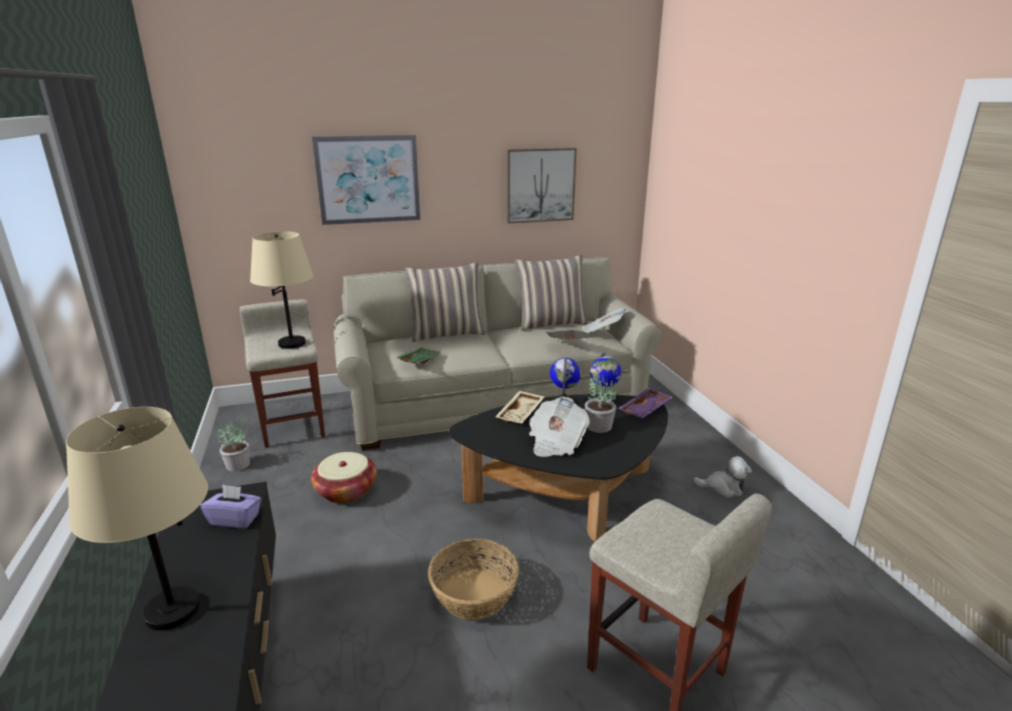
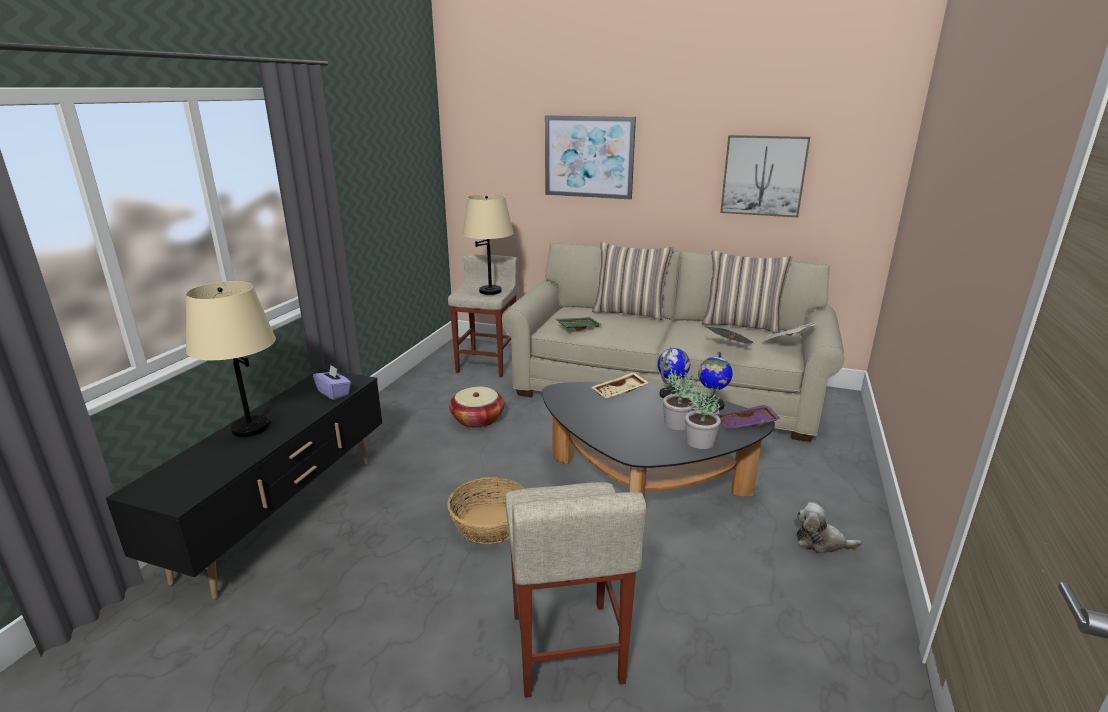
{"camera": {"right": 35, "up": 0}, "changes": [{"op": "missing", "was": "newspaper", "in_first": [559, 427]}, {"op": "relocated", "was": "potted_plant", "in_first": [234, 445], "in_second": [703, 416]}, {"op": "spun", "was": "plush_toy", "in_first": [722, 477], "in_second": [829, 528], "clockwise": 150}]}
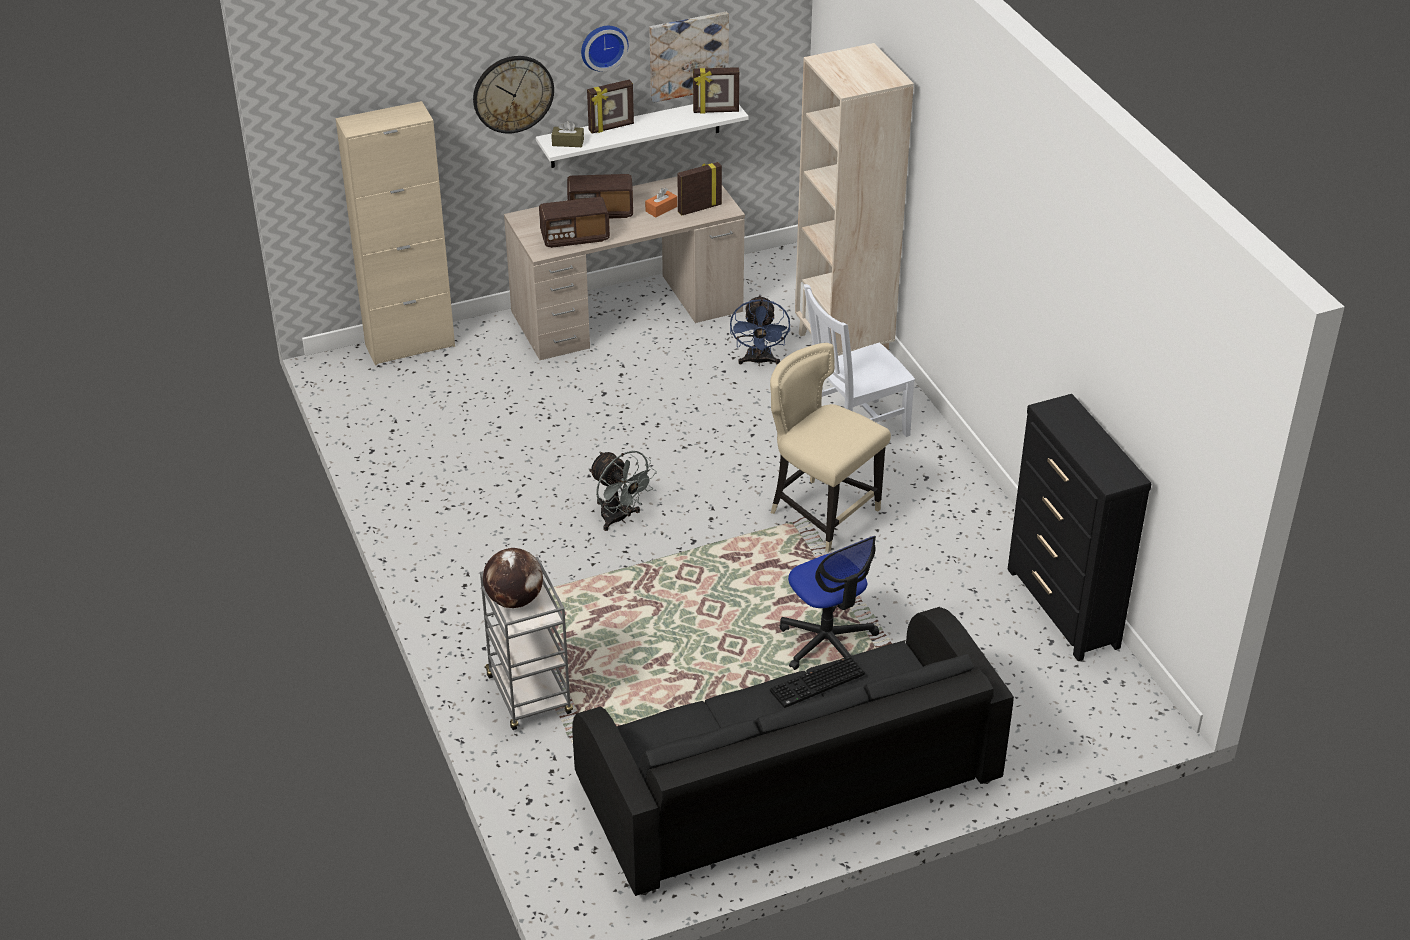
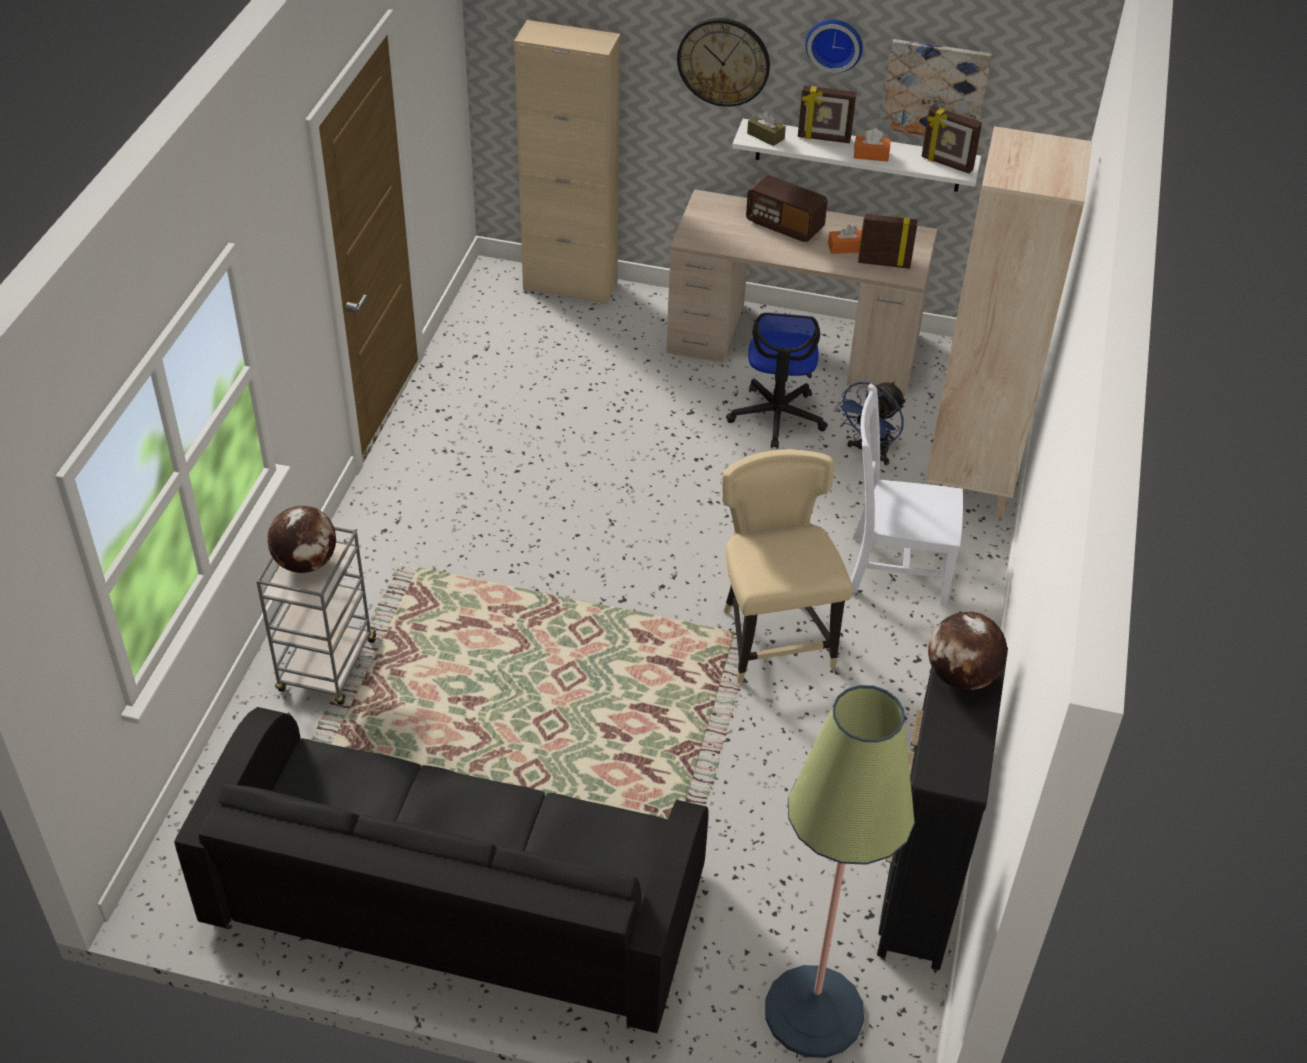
{"camera": {"right": 35, "up": 5}, "changes": [{"op": "missing", "was": "radio", "in_first": [574, 222]}, {"op": "missing", "was": "grey_fan", "in_first": [623, 491]}, {"op": "relocated", "was": "office_chair", "in_first": [829, 603], "in_second": [777, 381]}, {"op": "missing", "was": "keyboard", "in_first": [817, 682]}, {"op": "appeared", "now": "orange_tissue_box", "in_second": [872, 145]}, {"op": "appeared", "now": "globe", "in_second": [967, 651]}, {"op": "appeared", "now": "floor_lamp", "in_second": [840, 871]}]}
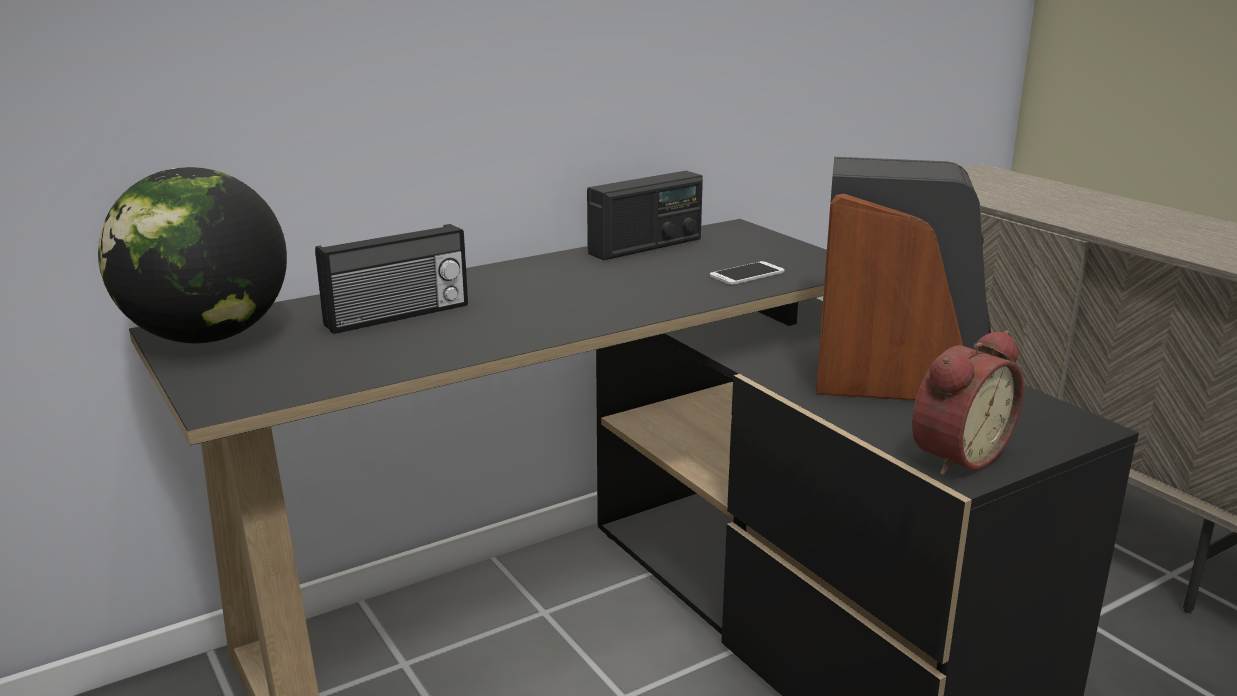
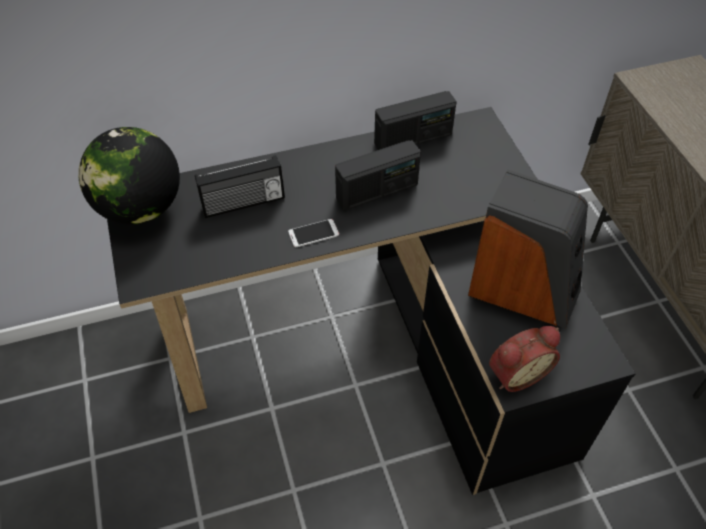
{"camera": {"right": 15, "up": 30}, "changes": [{"op": "relocated", "was": "phone", "in_first": [747, 273], "in_second": [313, 233]}, {"op": "appeared", "now": "radio", "in_second": [378, 175]}]}
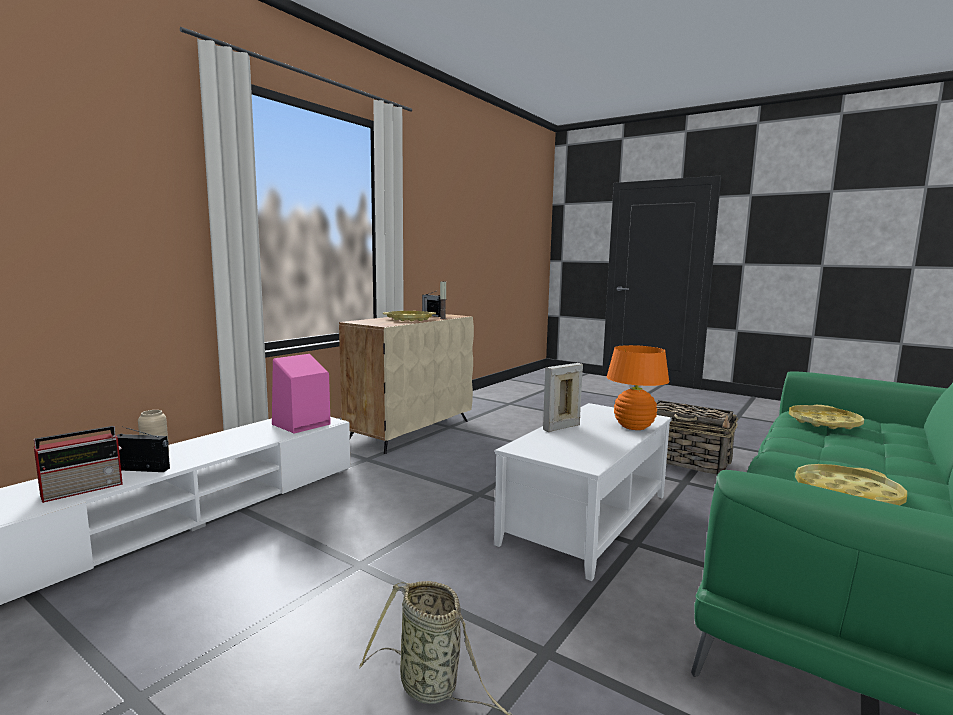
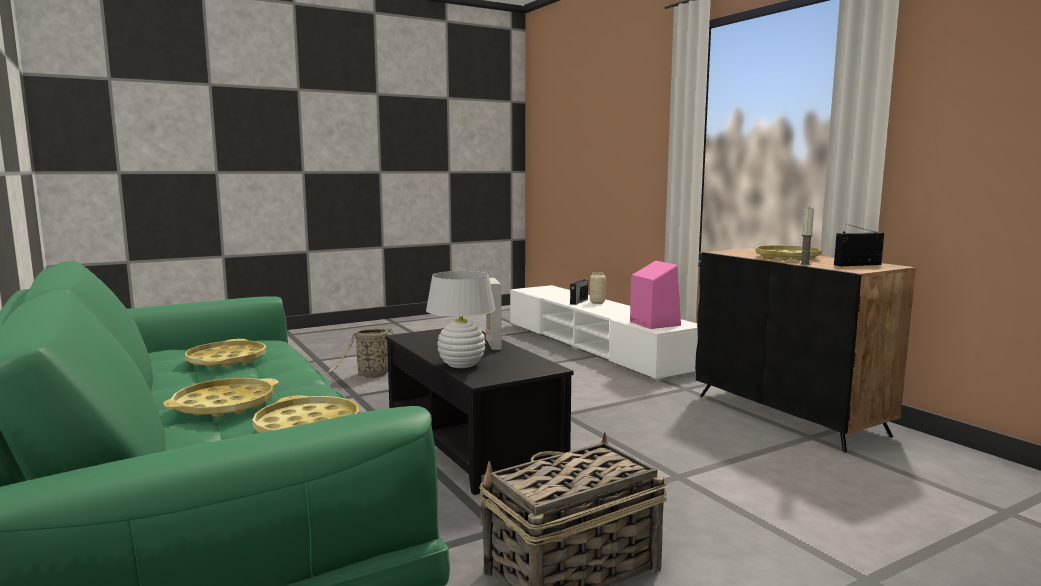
{"camera": {"right": 115, "up": 0}, "changes": [{"op": "colour", "was": "beige_cabinet", "now": "black_cabinet", "in_first": [406, 384], "in_second": [805, 350]}, {"op": "colour", "was": "orange_table_lamp", "now": "white_table_lamp", "in_first": [638, 387], "in_second": [461, 319]}, {"op": "colour", "was": "white_coffee_table", "now": "black_coffee_table", "in_first": [583, 492], "in_second": [479, 411]}, {"op": "missing", "was": "radio", "in_first": [78, 464]}, {"op": "appeared", "now": "yellow_tray", "in_second": [221, 397]}]}
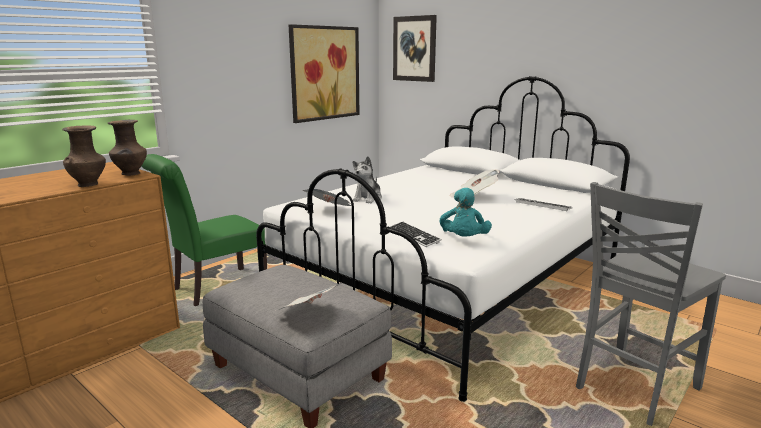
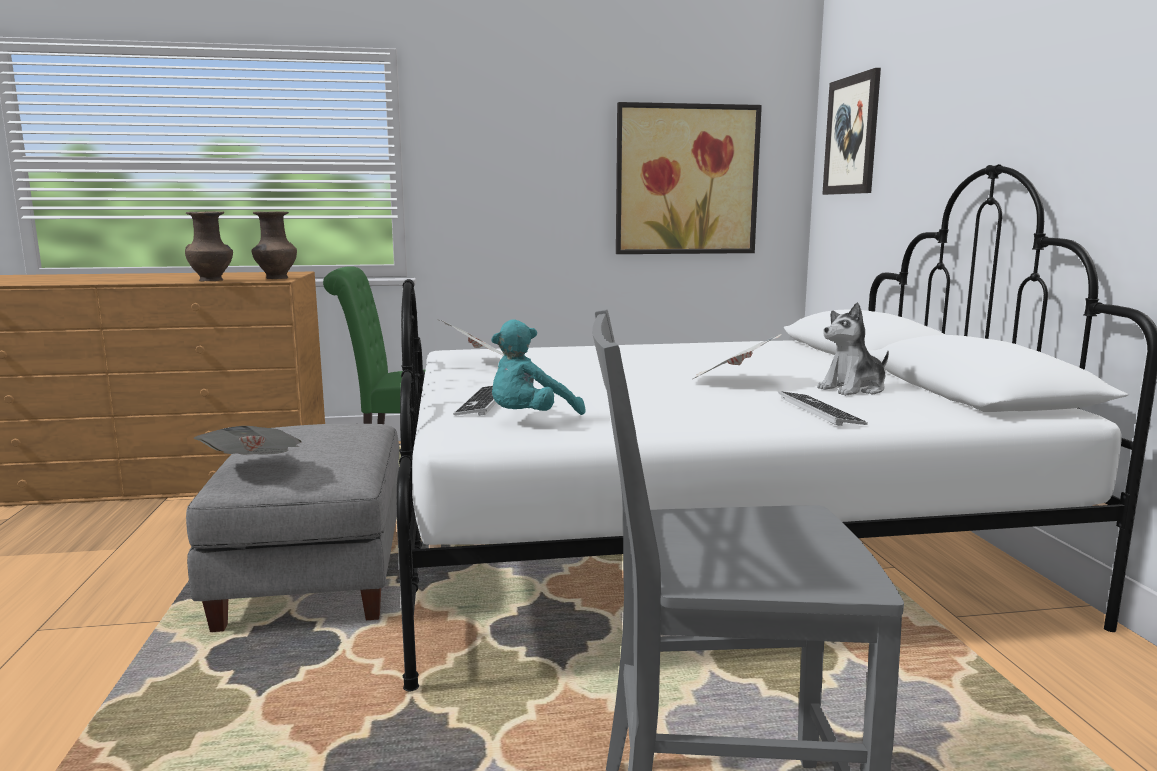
{"camera": {"right": 40, "up": -5}, "changes": [{"op": "relocated", "was": "plush_toy", "in_first": [367, 180], "in_second": [853, 349]}]}
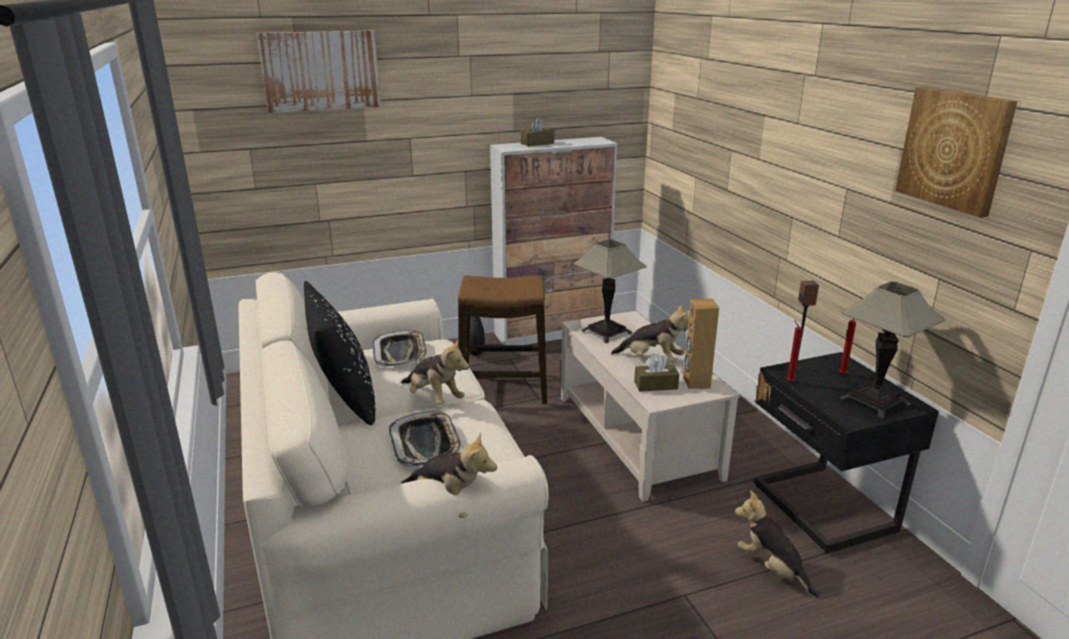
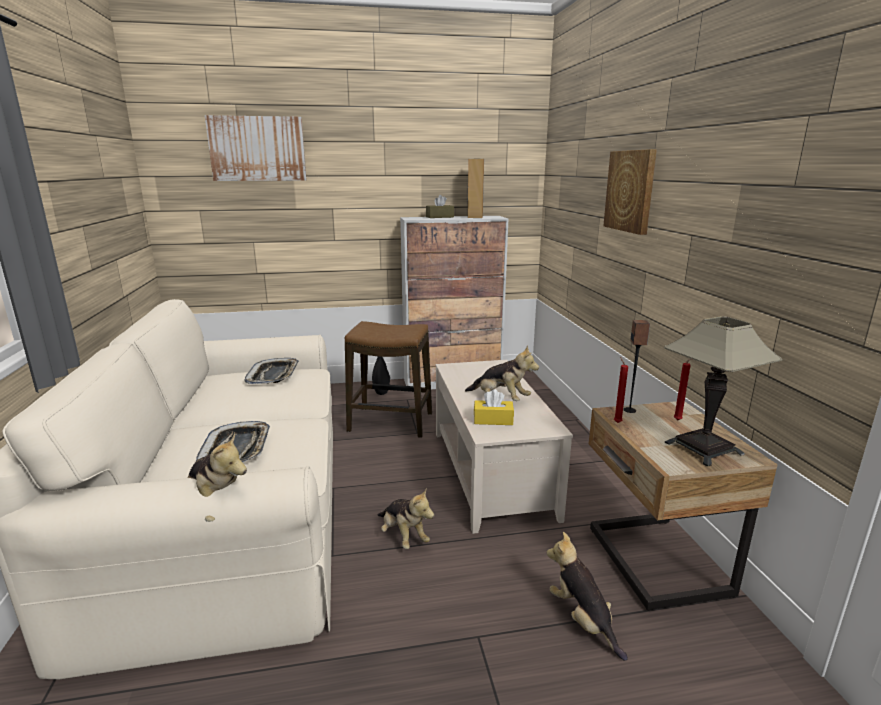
{"camera": {"right": 10, "up": -5}, "changes": [{"op": "relocated", "was": "picture", "in_first": [956, 152], "in_second": [630, 192]}, {"op": "missing", "was": "table_lamp", "in_first": [610, 291]}, {"op": "missing", "was": "black_pillow", "in_first": [339, 353]}, {"op": "relocated", "was": "brown_speaker", "in_first": [701, 344], "in_second": [475, 188]}, {"op": "relocated", "was": "plush_toy", "in_first": [435, 372], "in_second": [405, 519]}, {"op": "colour", "was": "black_nightstand", "now": "beige_nightstand", "in_first": [846, 452], "in_second": [683, 506]}, {"op": "colour", "was": "brown_tissue_box", "now": "yellow_tissue_box", "in_first": [656, 373], "in_second": [494, 407]}]}
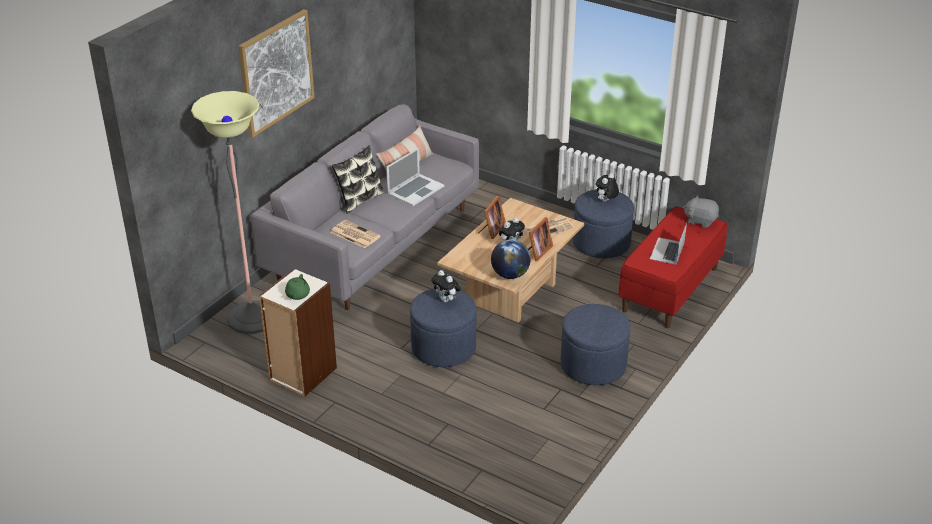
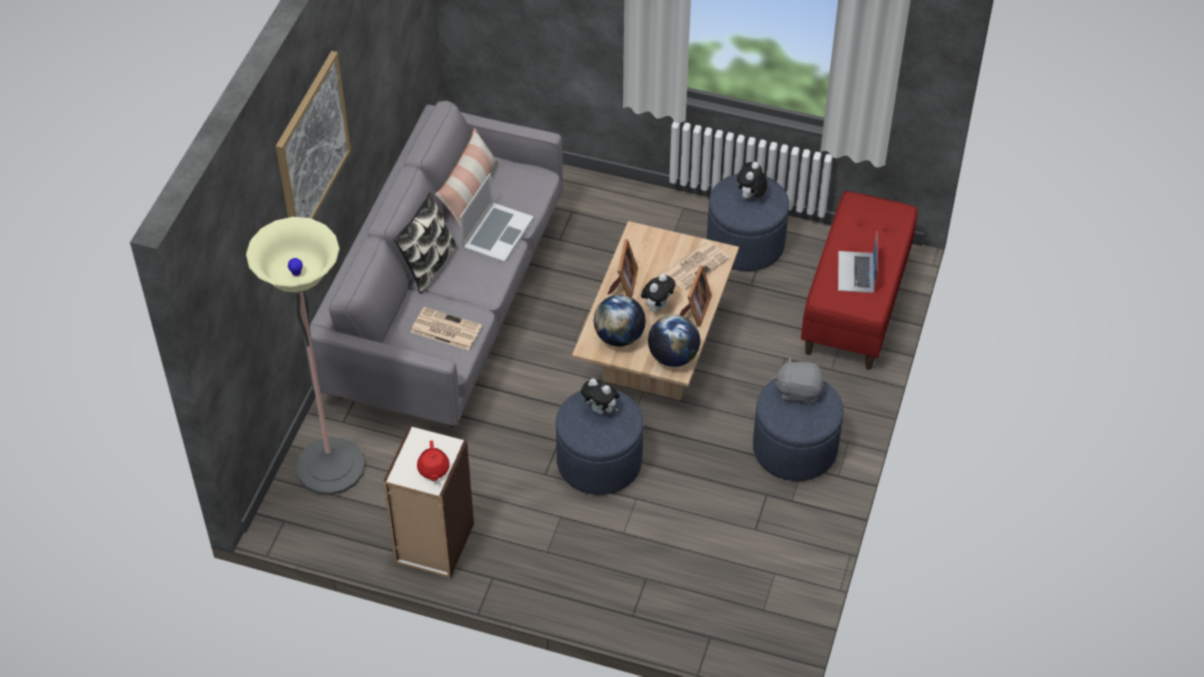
{"camera": {"right": -15, "up": 15}, "changes": [{"op": "relocated", "was": "grey_plush_toy", "in_first": [701, 211], "in_second": [798, 380]}, {"op": "colour", "was": "green_teapot", "now": "red_teapot", "in_first": [297, 287], "in_second": [433, 460]}, {"op": "appeared", "now": "globe", "in_second": [620, 321]}]}
